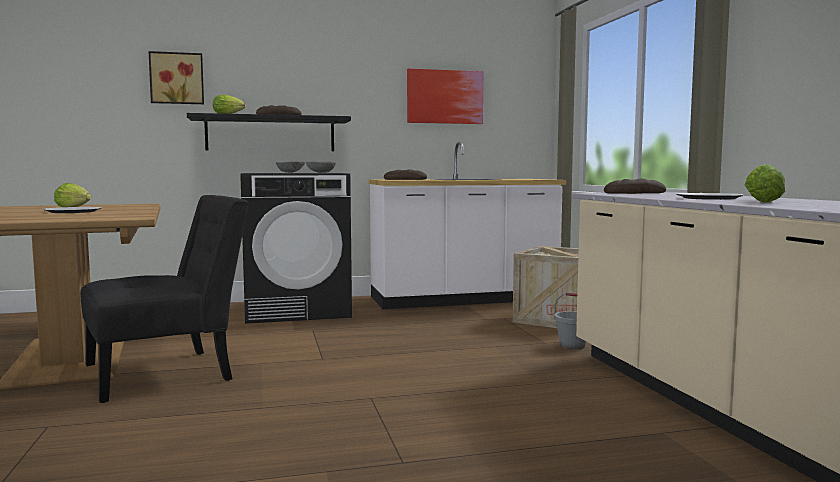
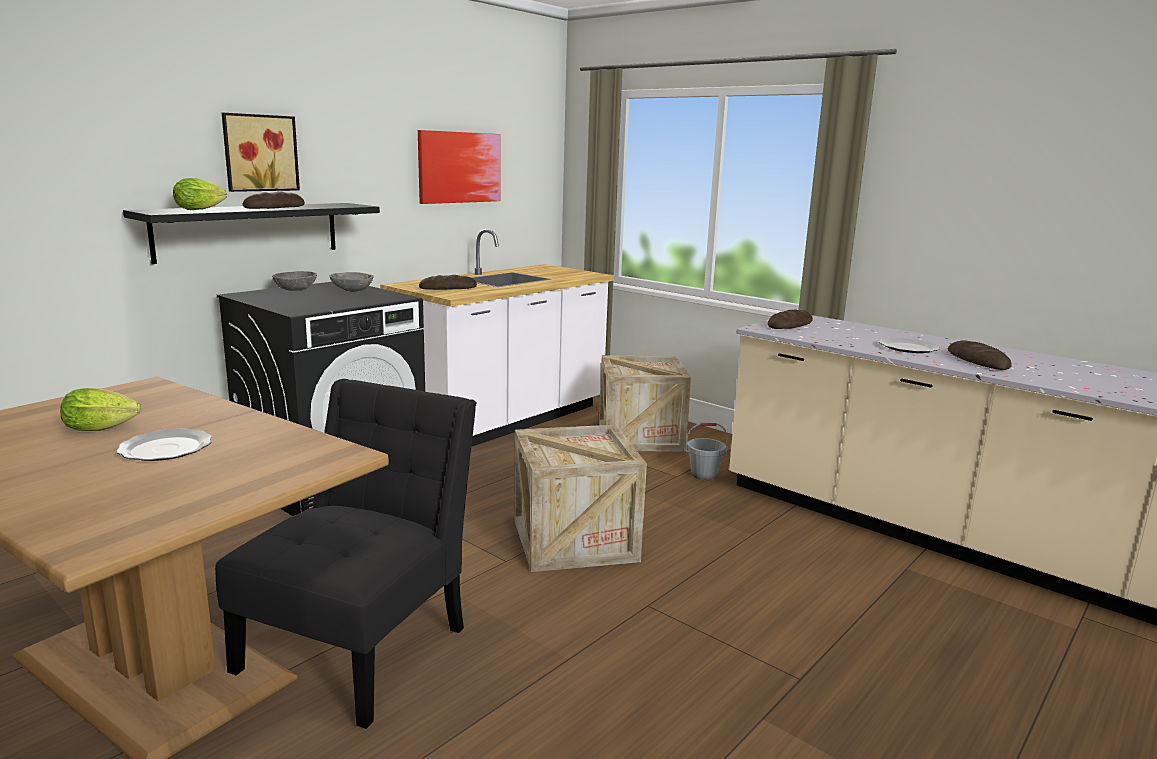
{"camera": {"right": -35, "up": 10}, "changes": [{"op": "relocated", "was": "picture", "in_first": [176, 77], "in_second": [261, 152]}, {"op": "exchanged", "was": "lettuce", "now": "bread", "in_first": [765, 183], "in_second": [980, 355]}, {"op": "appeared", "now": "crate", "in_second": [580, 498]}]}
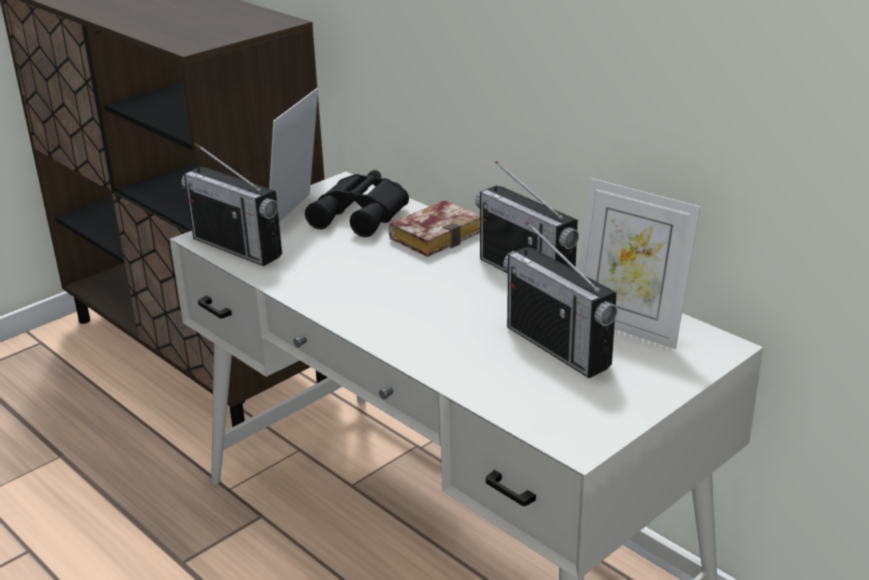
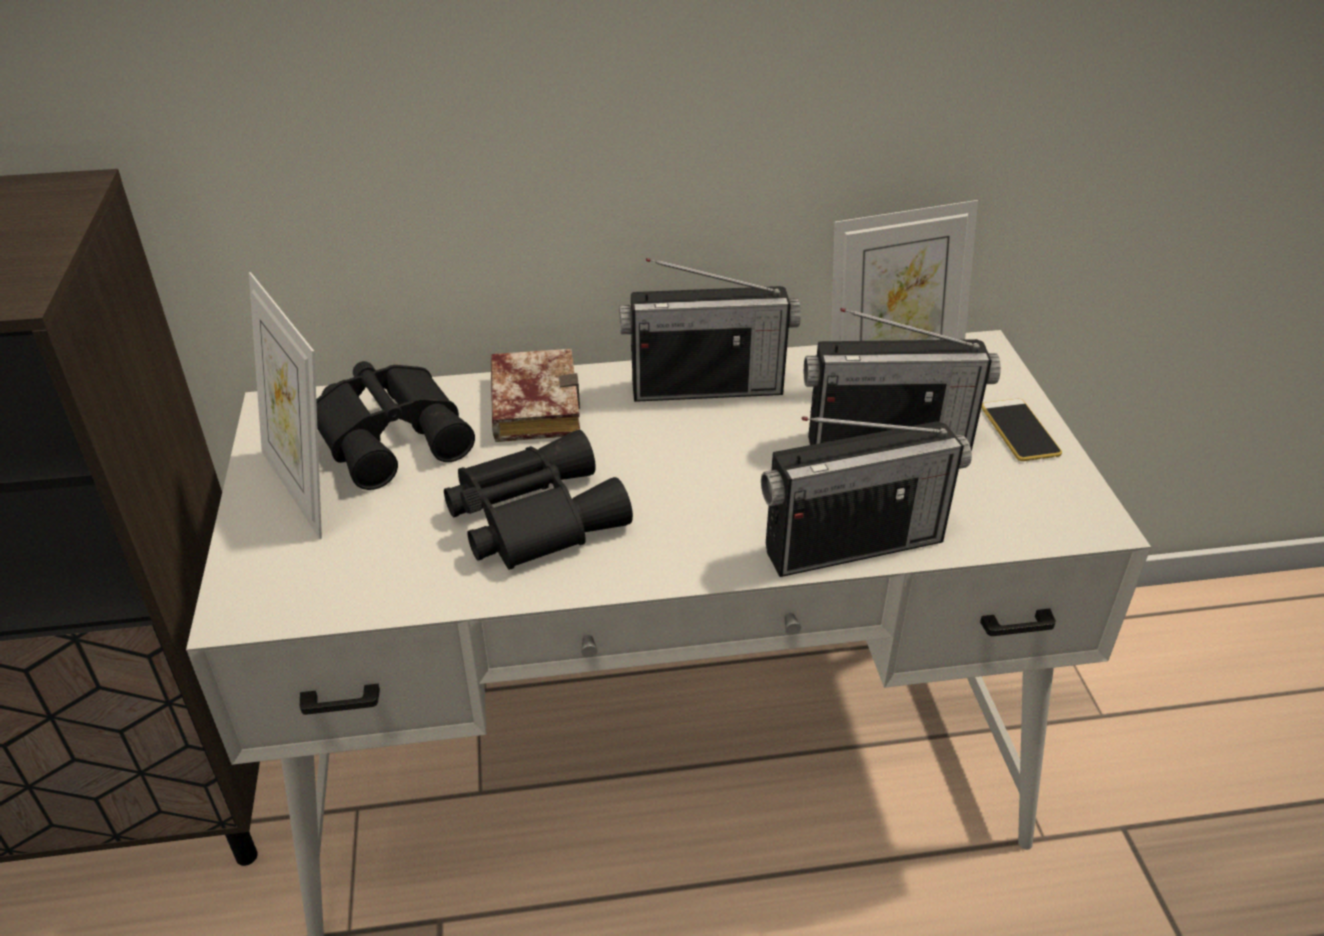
{"camera": {"right": -55, "up": 10}, "changes": [{"op": "relocated", "was": "radio", "in_first": [231, 204], "in_second": [866, 497]}, {"op": "appeared", "now": "phone", "in_second": [1021, 429]}, {"op": "appeared", "now": "black_binoculars", "in_second": [538, 500]}]}
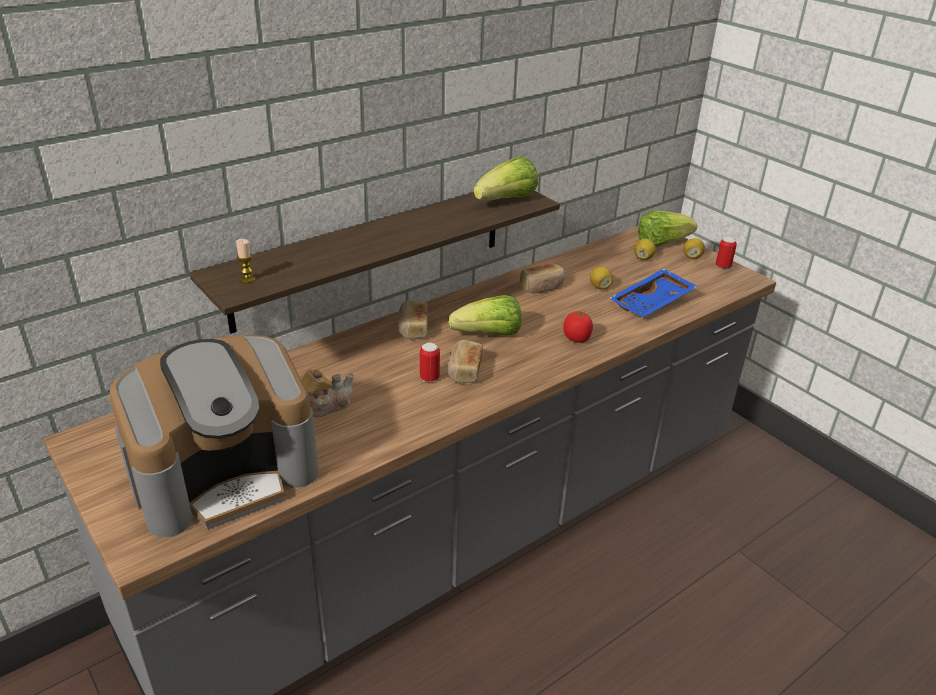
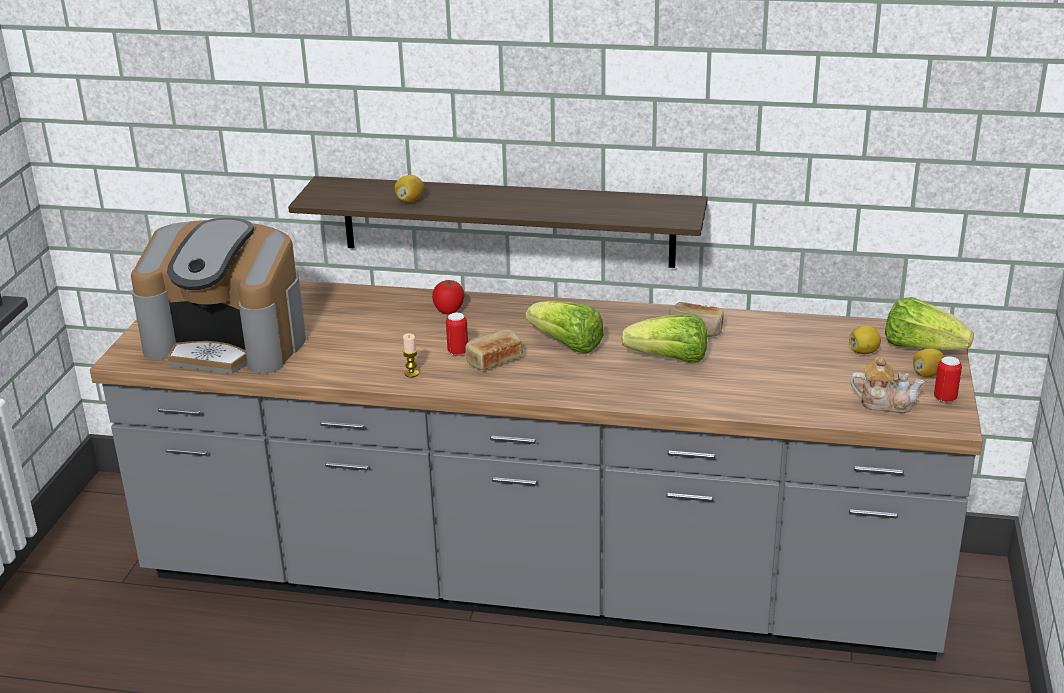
{"camera": {"right": 50, "up": -5}, "changes": [{"op": "relocated", "was": "lettuce", "in_first": [506, 178], "in_second": [664, 338]}, {"op": "relocated", "was": "candle", "in_first": [245, 261], "in_second": [411, 355]}, {"op": "relocated", "was": "lemon", "in_first": [601, 278], "in_second": [409, 188]}, {"op": "missing", "was": "blue_tray", "in_first": [653, 292]}, {"op": "missing", "was": "bread", "in_first": [413, 320]}, {"op": "relocated", "was": "tomato", "in_first": [578, 327], "in_second": [448, 297]}, {"op": "relocated", "was": "teapot", "in_first": [328, 393], "in_second": [887, 385]}]}
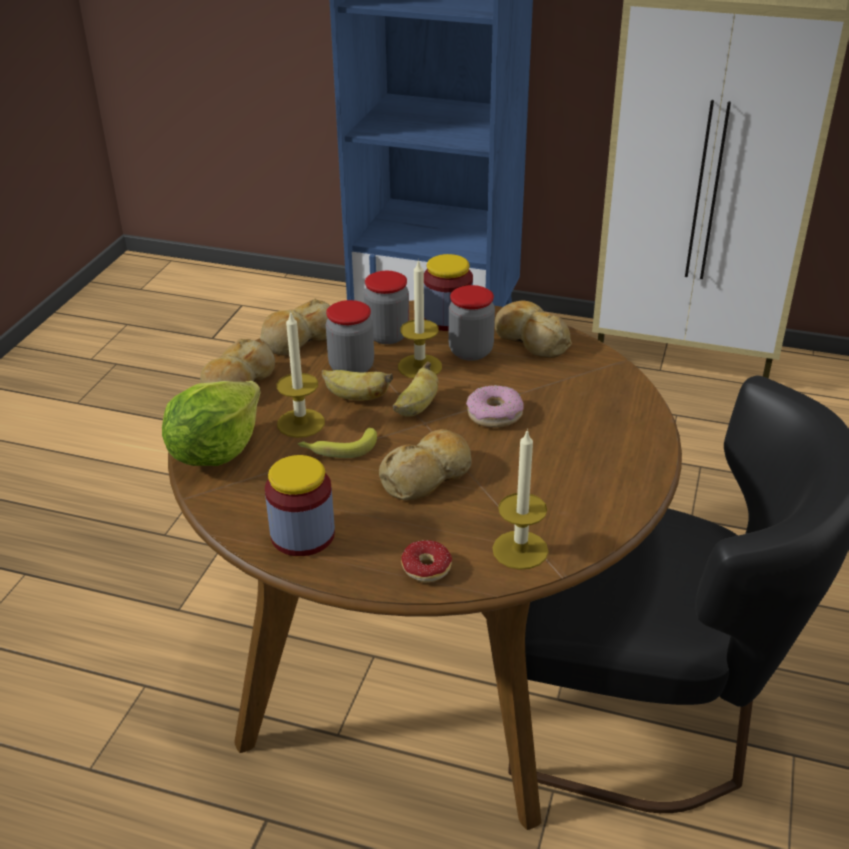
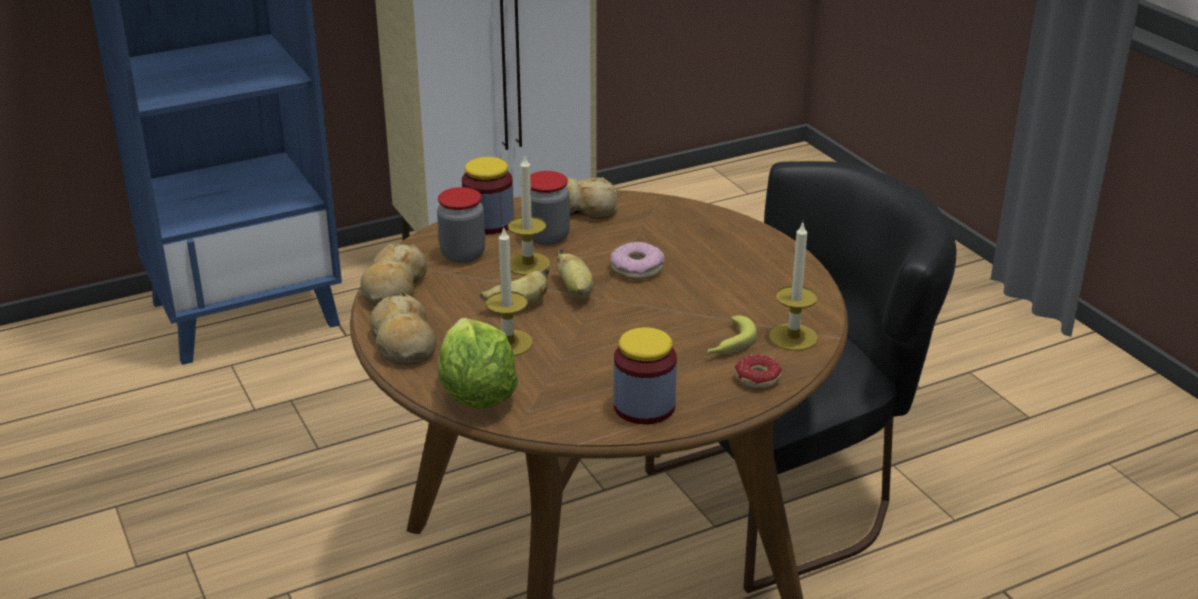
{"camera": {"right": -45, "up": -5}, "changes": [{"op": "missing", "was": "jar", "in_first": [350, 336]}, {"op": "relocated", "was": "banana", "in_first": [337, 443], "in_second": [732, 335]}, {"op": "missing", "was": "bread", "in_first": [425, 464]}]}
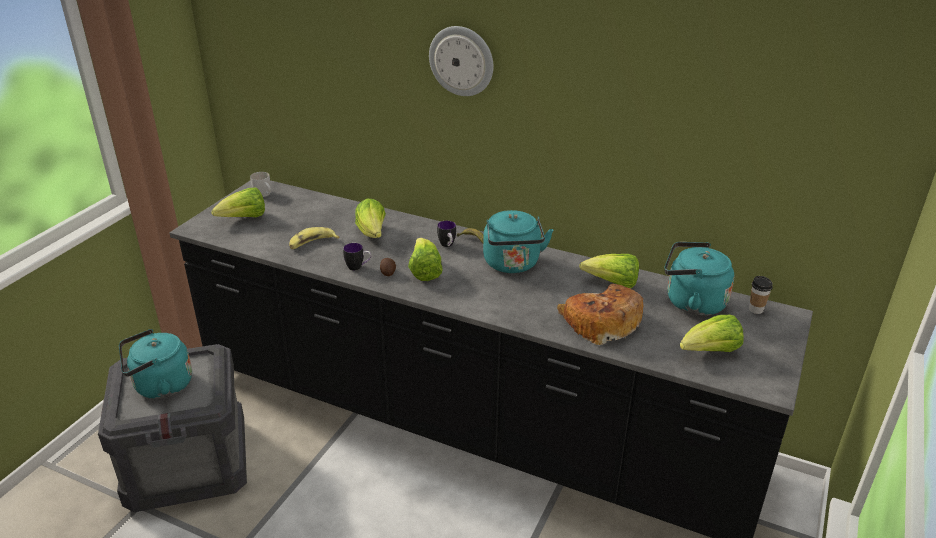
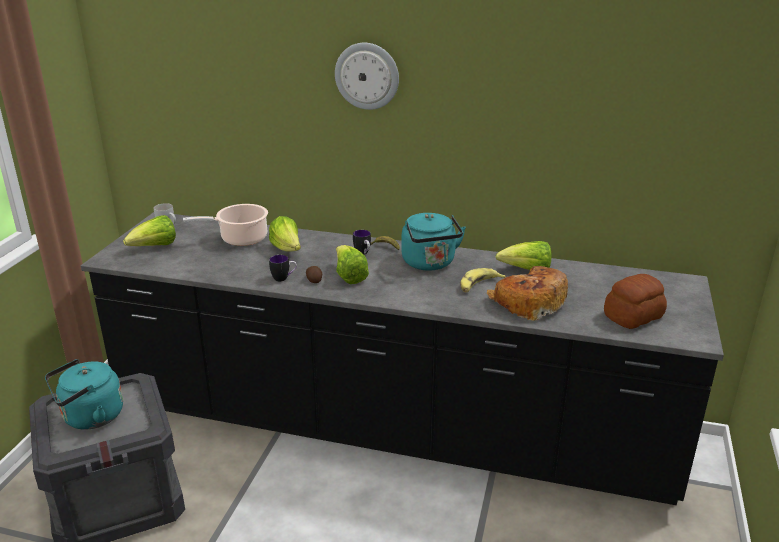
{"camera": {"right": -10, "up": -5}, "changes": [{"op": "relocated", "was": "banana", "in_first": [314, 238], "in_second": [483, 280]}, {"op": "missing", "was": "turquoise_kettle", "in_first": [699, 279]}, {"op": "missing", "was": "cup", "in_first": [761, 295]}, {"op": "exchanged", "was": "lettuce", "now": "bread", "in_first": [712, 333], "in_second": [635, 301]}, {"op": "appeared", "now": "cooking_pot", "in_second": [225, 225]}]}
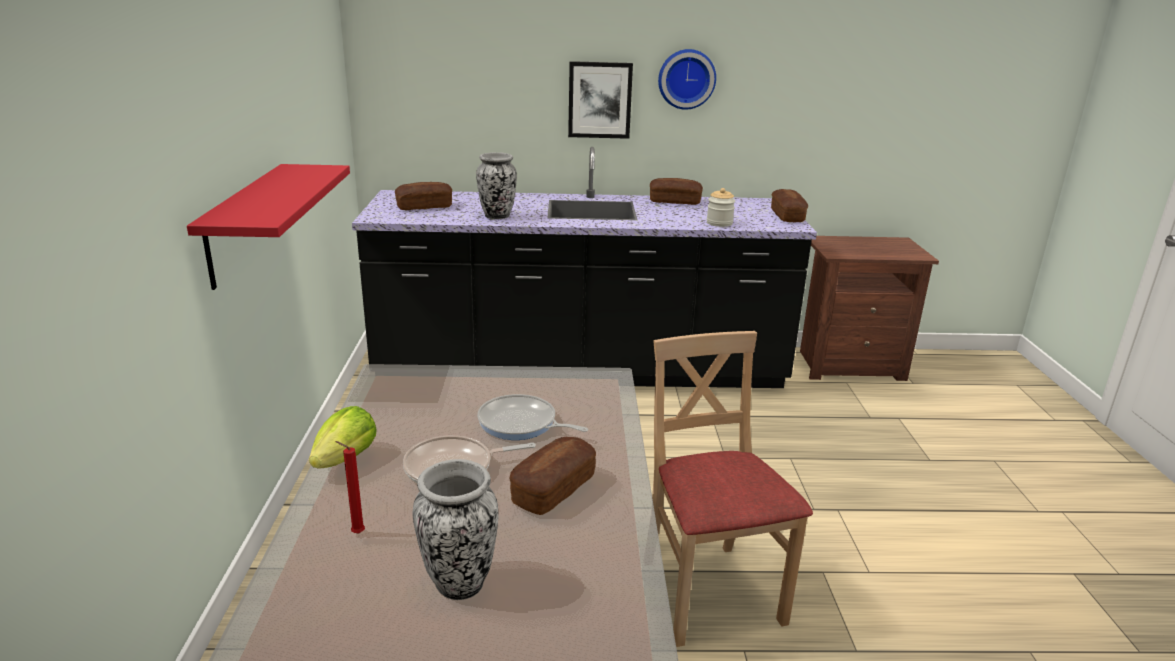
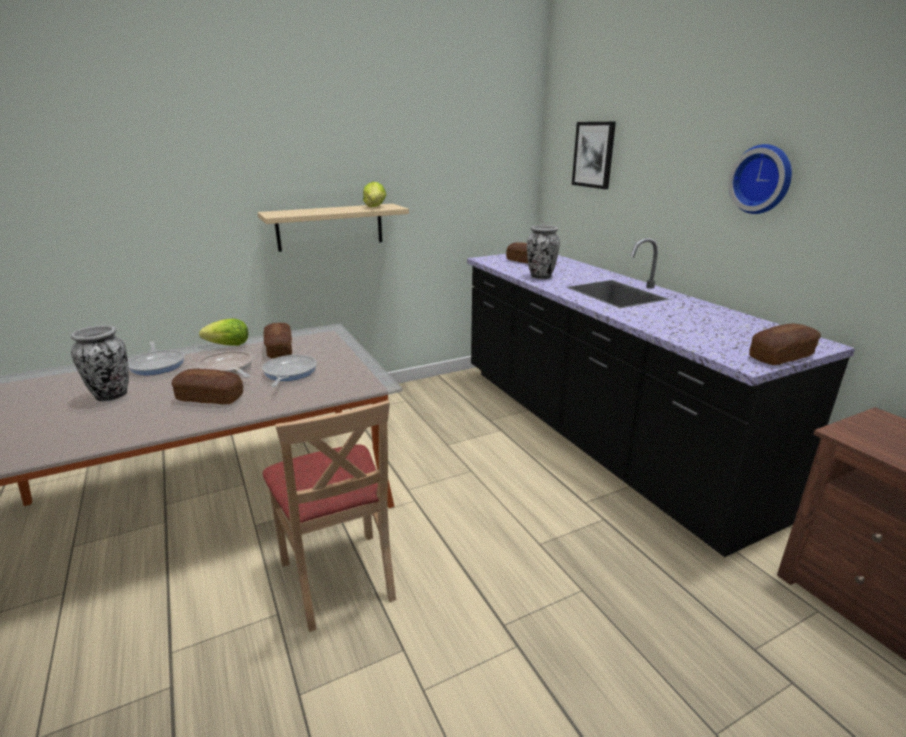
{"camera": {"right": 65, "up": 0}, "changes": [{"op": "relocated", "was": "picture", "in_first": [600, 100], "in_second": [594, 155]}, {"op": "colour", "was": "red_shelf", "now": "beige_shelf", "in_first": [268, 227], "in_second": [333, 228]}, {"op": "relocated", "was": "bread", "in_first": [676, 191], "in_second": [277, 340]}, {"op": "missing", "was": "jar", "in_first": [721, 207]}, {"op": "spun", "was": "beige_chair", "in_first": [732, 489], "in_second": [329, 516], "clockwise": 105}, {"op": "exchanged", "was": "red_candle", "now": "frying_pan", "in_first": [350, 487], "in_second": [156, 358]}, {"op": "appeared", "now": "lettuce", "in_second": [374, 194]}]}
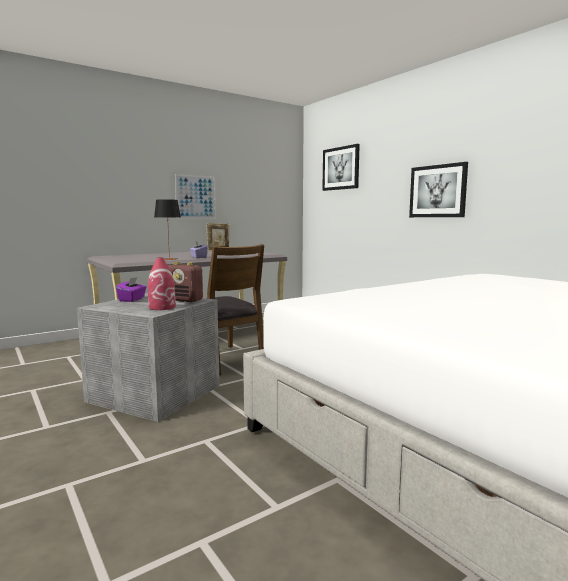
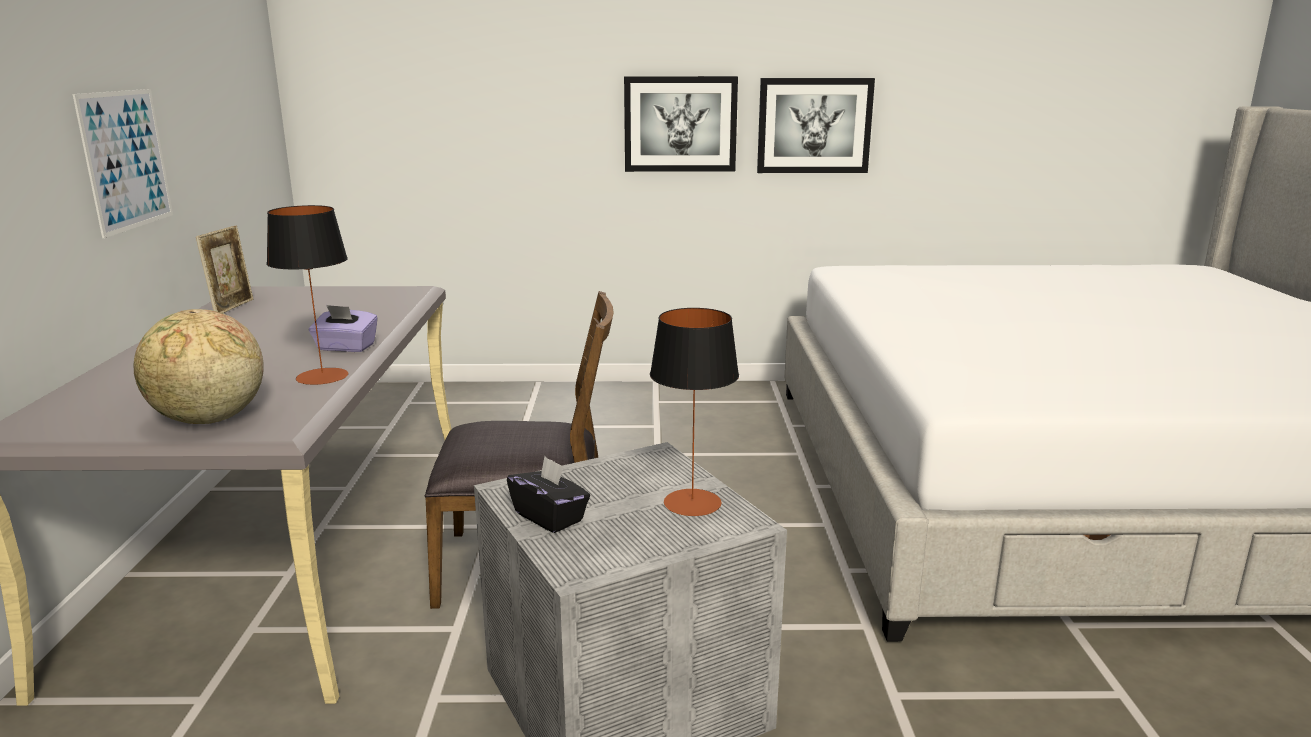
{"camera": {"right": -55, "up": 10}, "changes": [{"op": "relocated", "was": "picture", "in_first": [341, 167], "in_second": [816, 125]}, {"op": "exchanged", "was": "red_vase", "now": "table_lamp", "in_first": [162, 283], "in_second": [694, 412]}, {"op": "missing", "was": "radio", "in_first": [185, 282]}, {"op": "colour", "was": "purple_tissue_box", "now": "black_tissue_box", "in_first": [131, 289], "in_second": [548, 494]}, {"op": "appeared", "now": "globe", "in_second": [199, 366]}]}
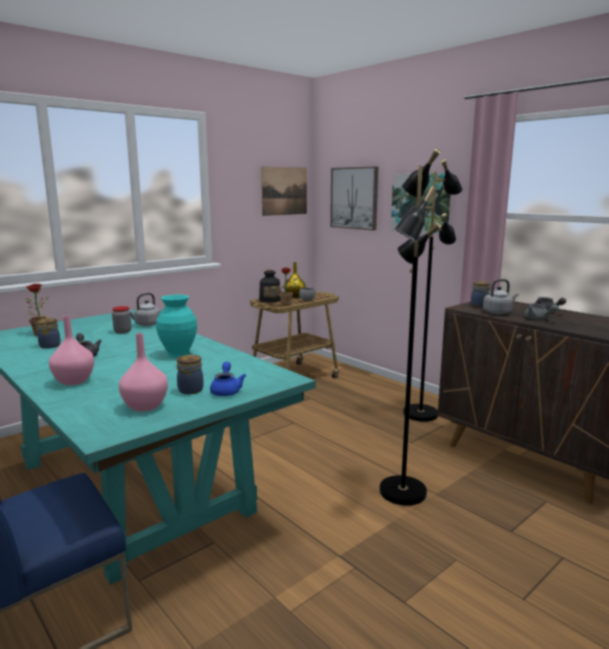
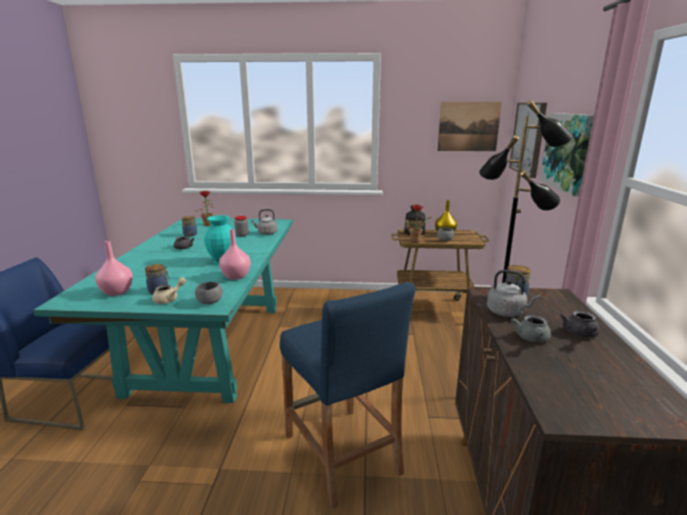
{"camera": {"right": 45, "up": 5}, "changes": [{"op": "exchanged", "was": "black_floor_lamp", "now": "blue_stool", "in_first": [411, 327], "in_second": [347, 395]}, {"op": "relocated", "was": "pink_vase", "in_first": [71, 350], "in_second": [235, 254]}, {"op": "colour", "was": "blue_teapot", "now": "beige_teapot", "in_first": [228, 379], "in_second": [169, 290]}, {"op": "appeared", "now": "grey_bowl", "in_second": [209, 293]}]}
